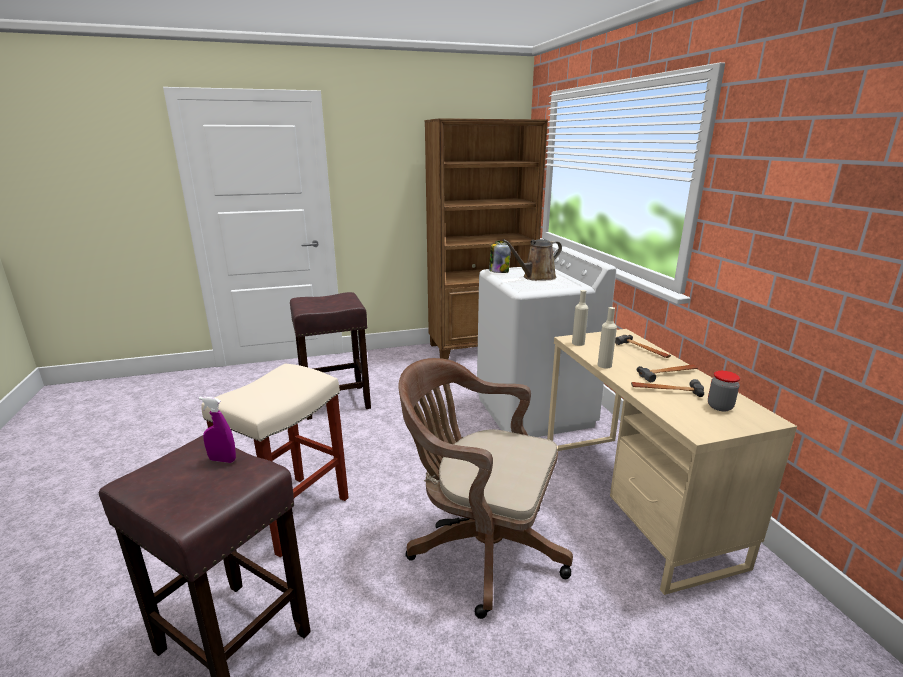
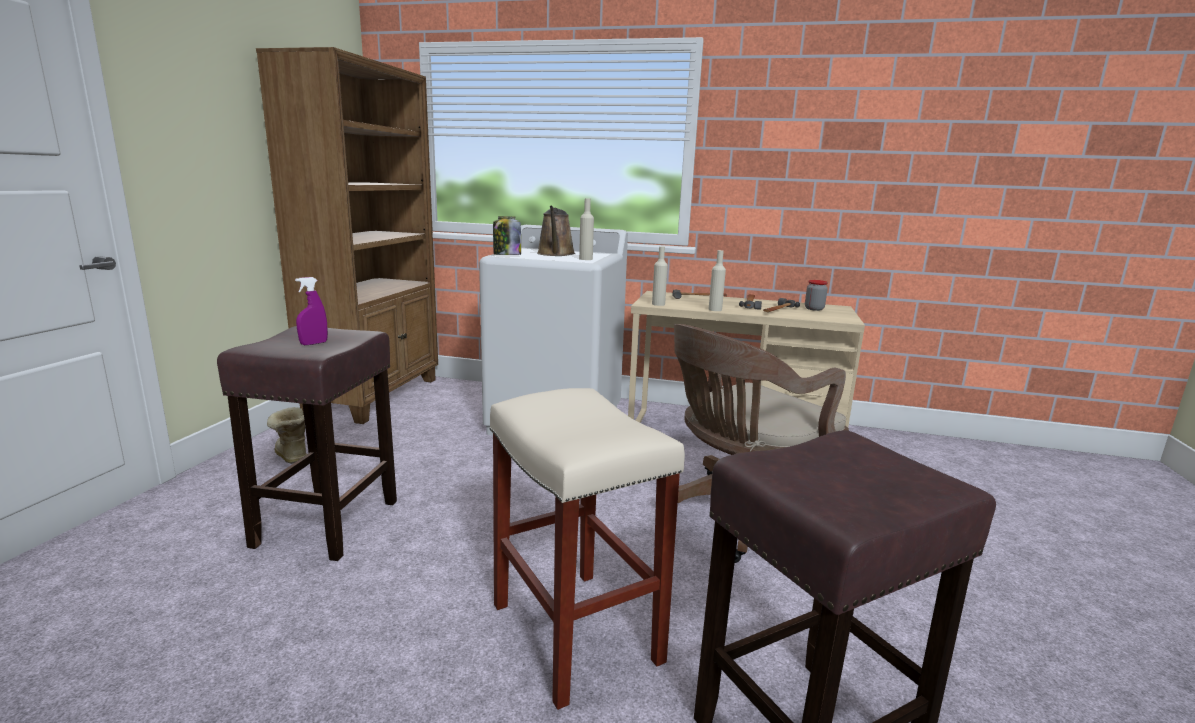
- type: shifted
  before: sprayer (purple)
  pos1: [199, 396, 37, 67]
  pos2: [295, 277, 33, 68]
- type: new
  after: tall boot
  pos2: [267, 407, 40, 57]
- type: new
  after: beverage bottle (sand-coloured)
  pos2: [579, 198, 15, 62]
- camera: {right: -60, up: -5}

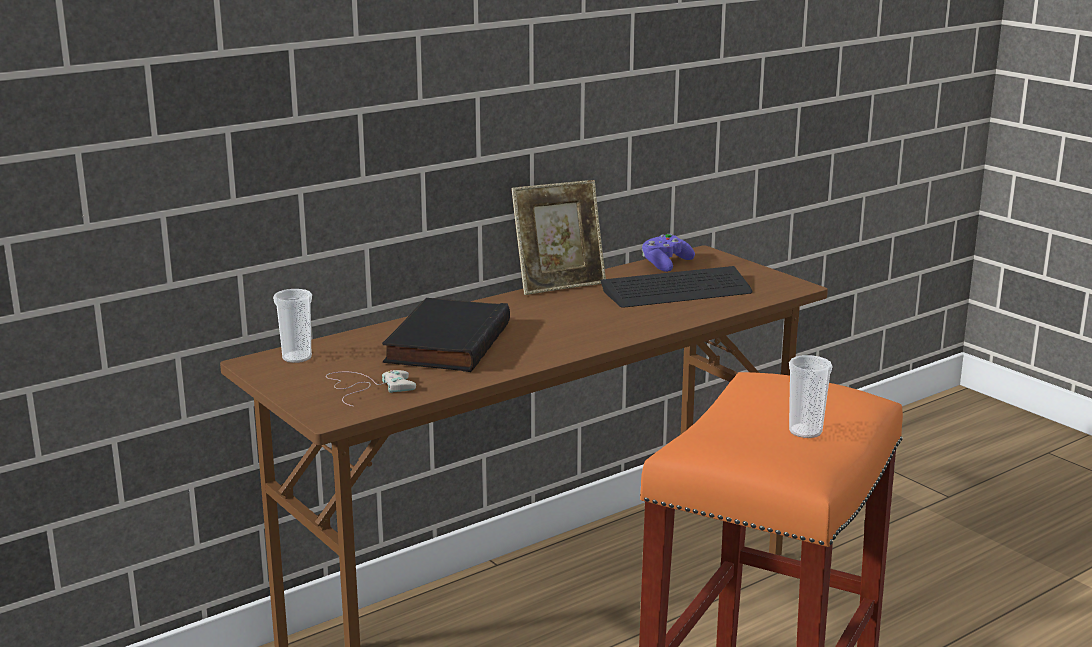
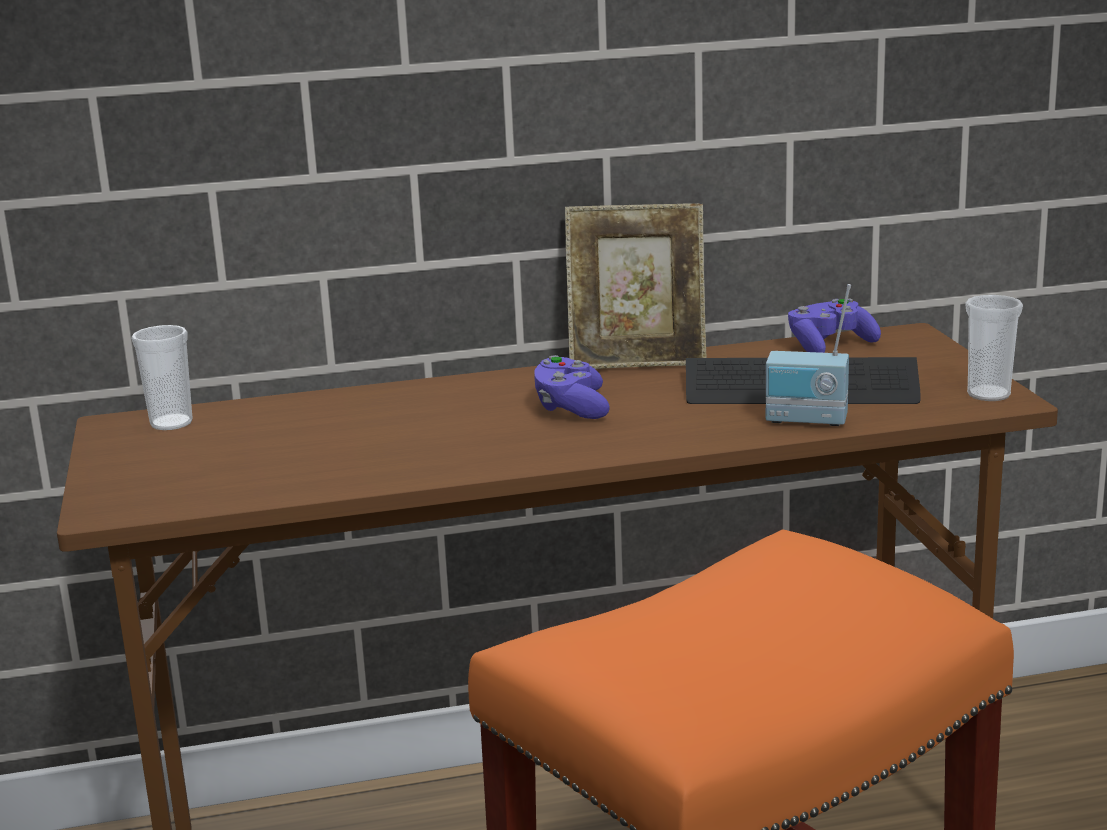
- type: gone
  before: gamepad (white)
  pos1: [326, 370, 90, 36]
- type: gone
  before: volume (black)
  pos1: [382, 298, 128, 74]
- type: shifted
  before: drinking cup
  pos1: [789, 355, 44, 83]
  pos2: [965, 295, 58, 106]
- type: new
  after: gamepad (purple)
  pos2: [534, 355, 76, 64]
- type: new
  after: radio receiver
  pos2: [766, 284, 85, 142]
- camera: {right: 25, up: 0}

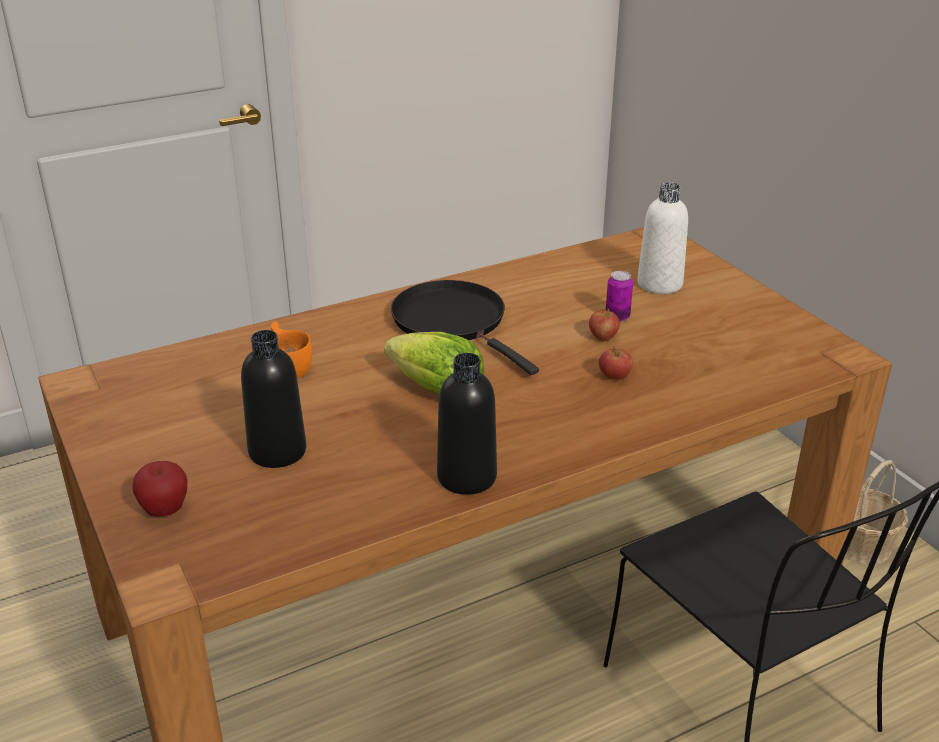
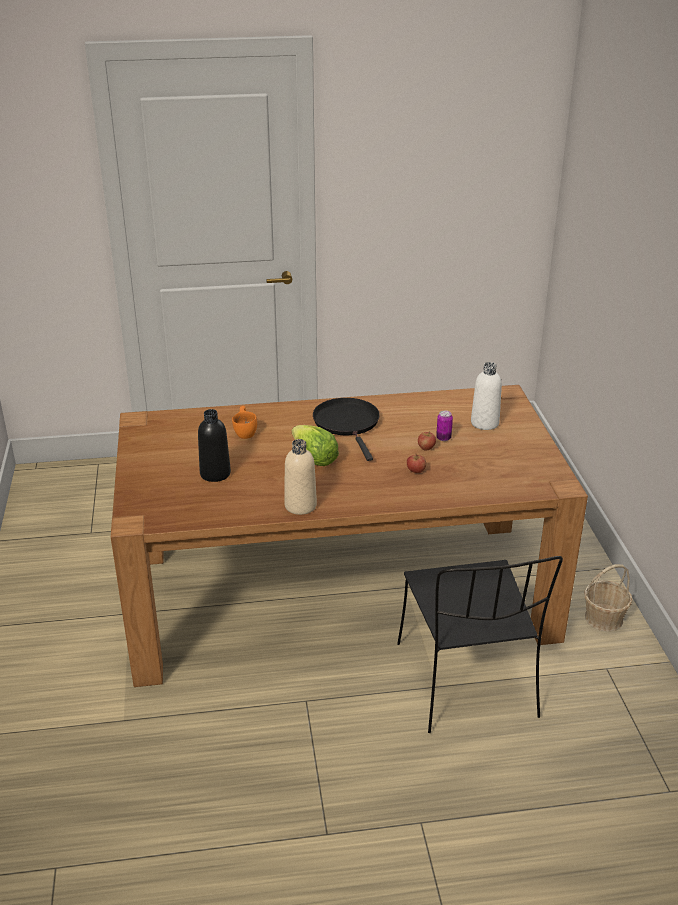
- type: gone
  before: apple fruit
  pos1: [133, 461, 54, 56]
- type: repainted
  before: beverage bottle (black)
  after: beverage bottle (sand-coloured)
  pos1: [437, 353, 60, 142]
  pos2: [284, 439, 33, 76]
- camera: {right: 20, up: 0}

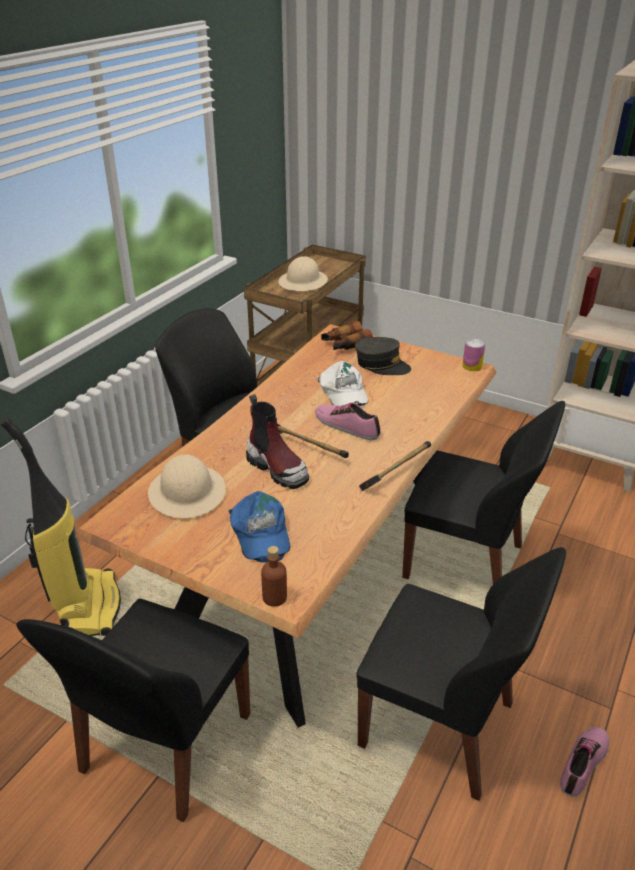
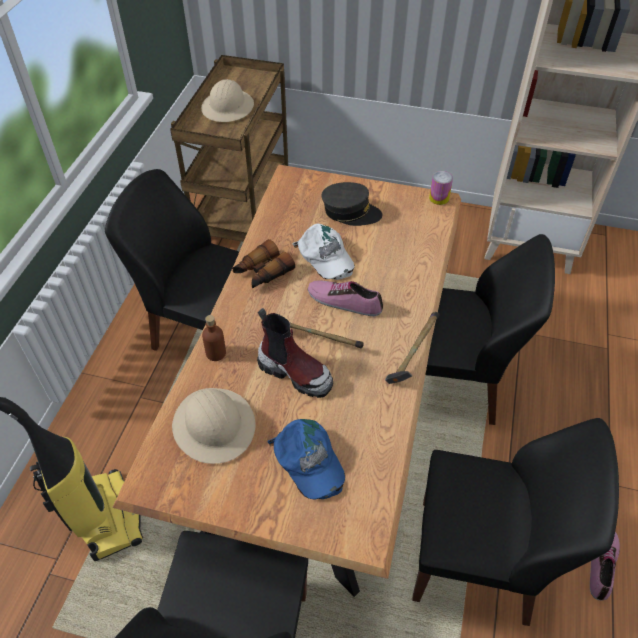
- type: shifted
  before: beverage bottle (brown-coloured)
  pos1: [261, 546, 26, 61]
  pos2: [202, 315, 24, 46]
- type: shifted
  before: pair of binoculars
  pos1: [321, 321, 52, 29]
  pos2: [232, 239, 63, 50]
- camera: {right: -15, up: 15}

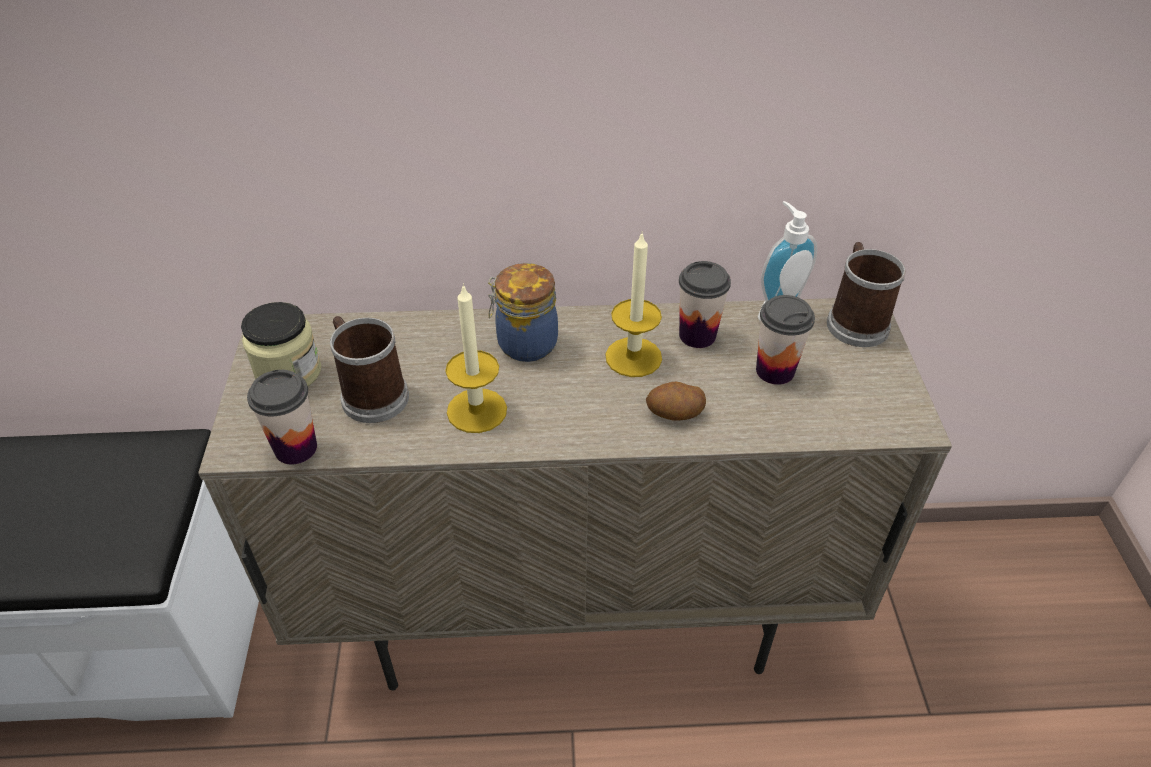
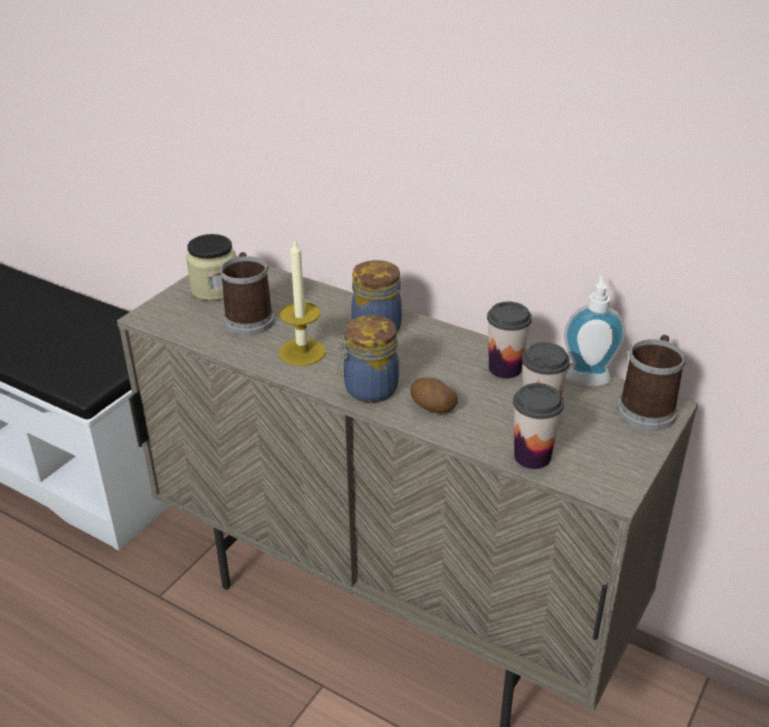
- type: shifted
  before: drinking cup
  pos1: [247, 370, 70, 94]
  pos2: [513, 383, 51, 86]
- type: gone
  before: wax candle
  pos1: [605, 231, 57, 146]
- type: new
  after: jar
  pos2: [338, 315, 61, 88]
- camera: {right: 35, up: -10}

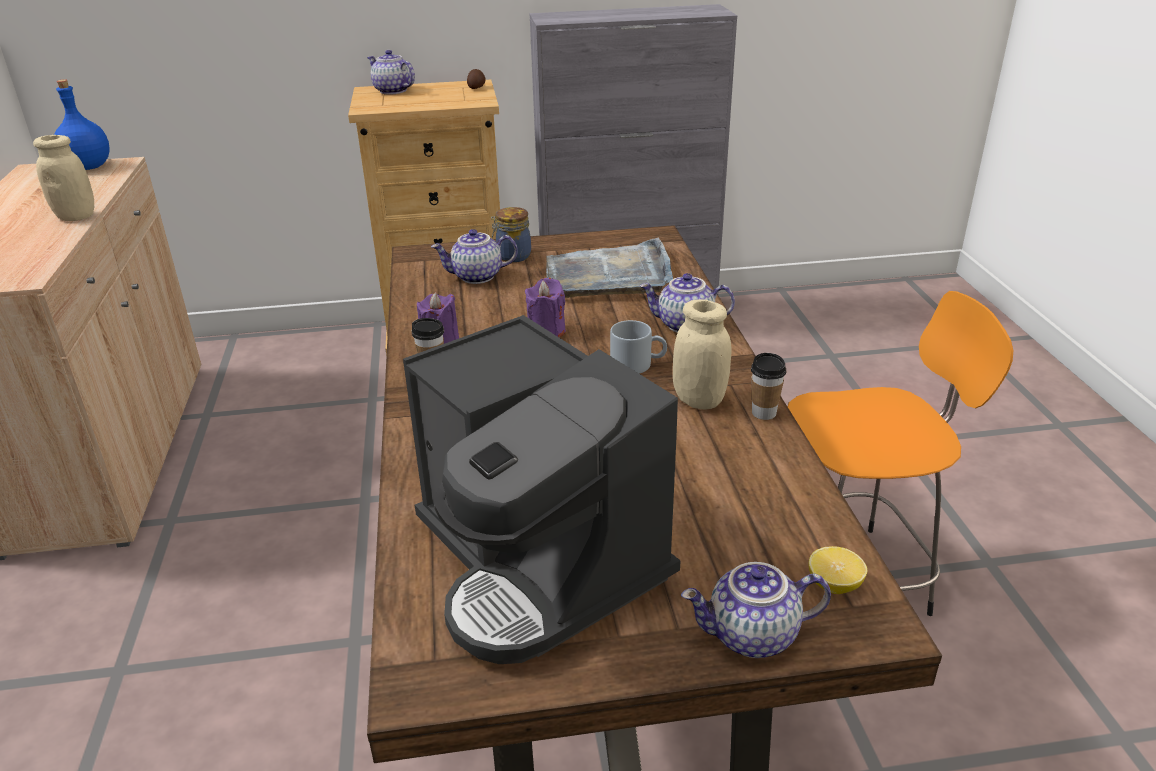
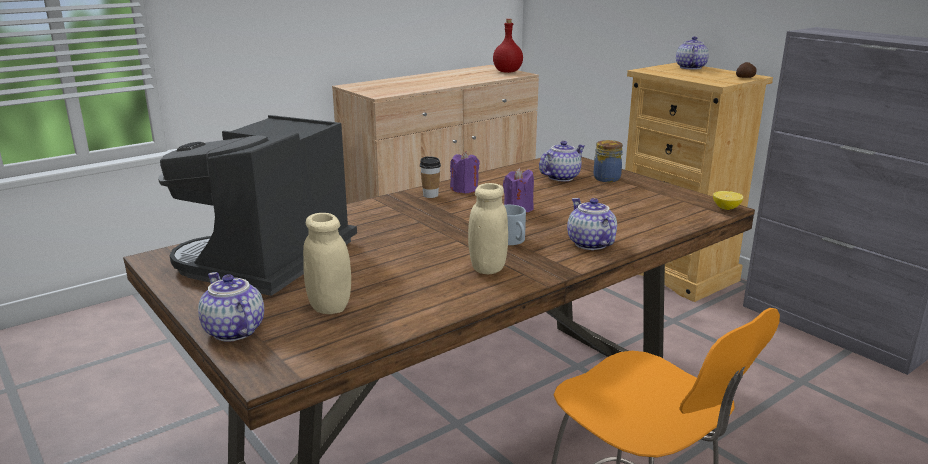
- type: shifted
  before: jar (sand-coloured)
  pos1: [33, 135, 61, 86]
  pos2: [303, 213, 48, 101]
- type: repainted
  before: beverage bottle (blue)
  after: beverage bottle (red)
  pos1: [54, 79, 56, 91]
  pos2: [493, 19, 30, 54]
- type: rotated
  before: tea pot
  pos1: [431, 229, 87, 55]
  pos2: [539, 141, 46, 40]
  turn: 90
- type: gone
  before: tray (gray)
  pos1: [546, 238, 127, 60]
- type: gone
  before: drinking cup
  pos1: [751, 353, 35, 67]
- type: shifted
  before: lemon
  pos1: [809, 546, 58, 48]
  pos2: [713, 191, 30, 19]
- camera: {right: 60, up: -10}

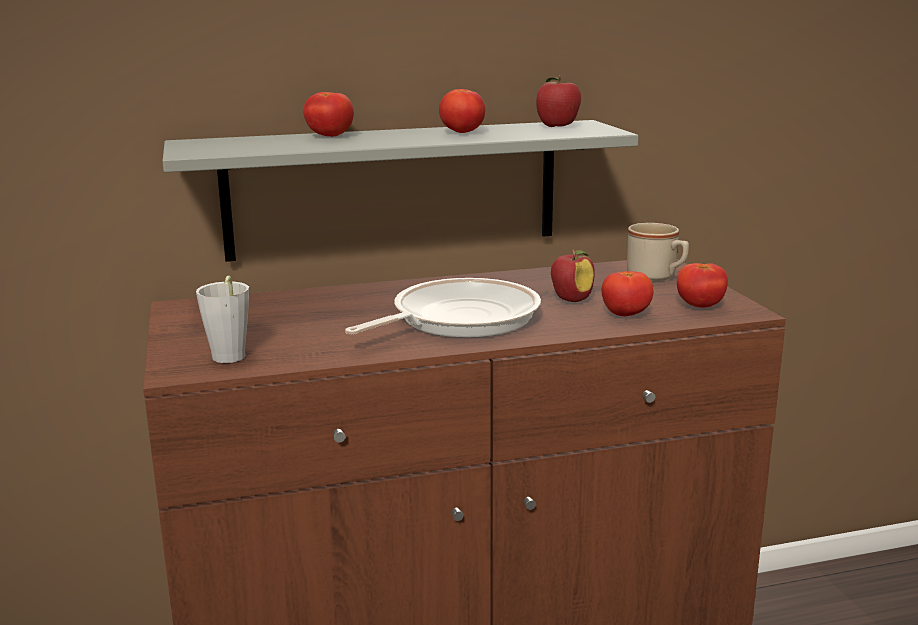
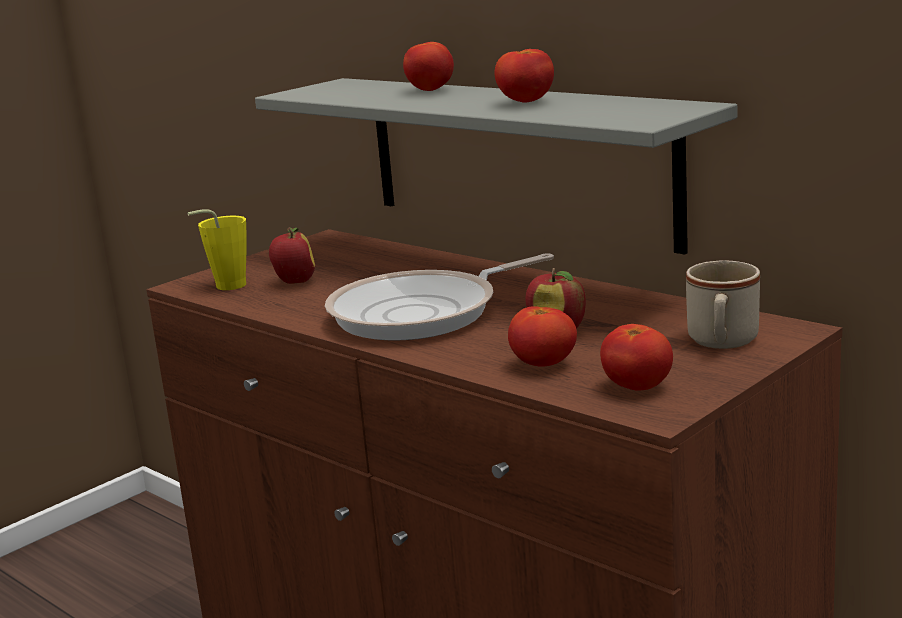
- type: repainted
  before: drinking cup (gray)
  after: drinking cup (yellow-coloured)
  pos1: [196, 275, 53, 88]
  pos2: [187, 209, 60, 81]
- type: rotated
  before: skillet
  pos1: [345, 278, 196, 60]
  pos2: [325, 253, 229, 88]
  turn: 135
- type: shifted
  before: apple fruit
  pos1: [536, 75, 45, 52]
  pos2: [269, 228, 46, 56]
- camera: {right: 60, up: 0}

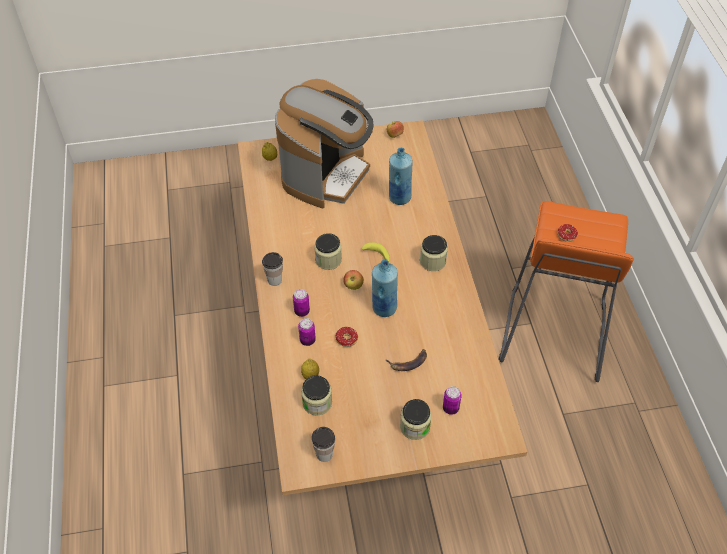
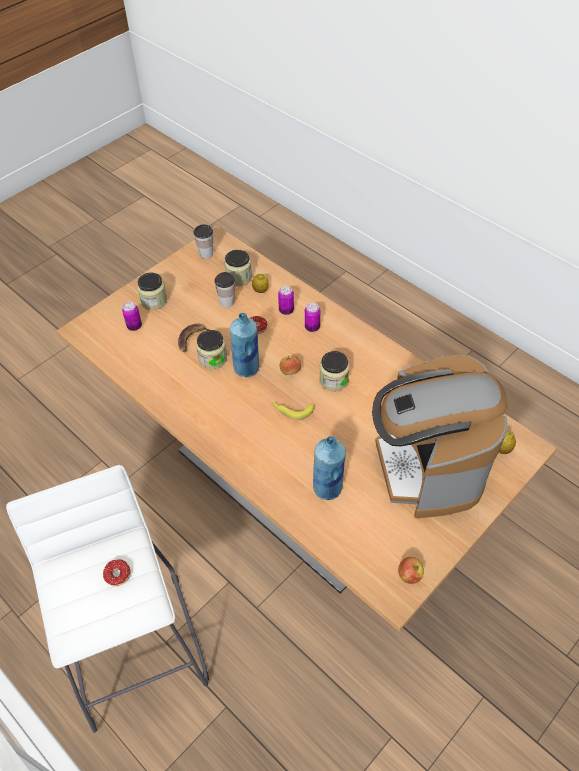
- type: shifted
  before: drinking cup
  pos1: [262, 252, 21, 34]
  pos2: [214, 272, 21, 36]
- type: shifted
  before: jar
  pos1: [420, 235, 28, 36]
  pos2: [196, 330, 31, 39]
- type: repainted
  before: stool (orange)
  after: stool (white)
  pos1: [499, 201, 135, 181]
  pos2: [6, 465, 203, 268]
- camera: {right: 145, up: 0}

